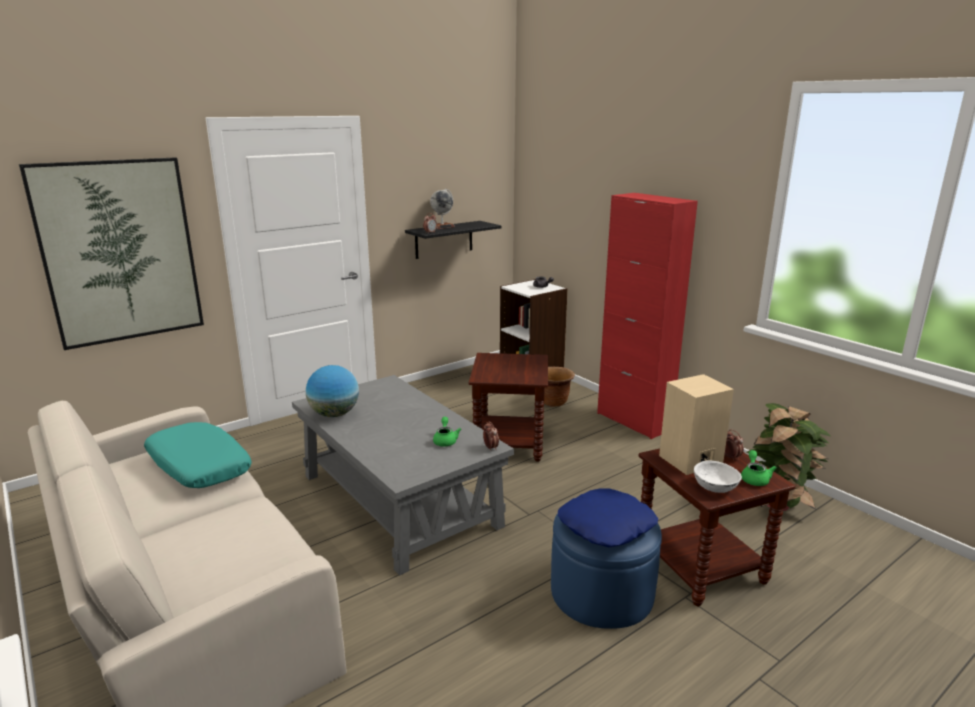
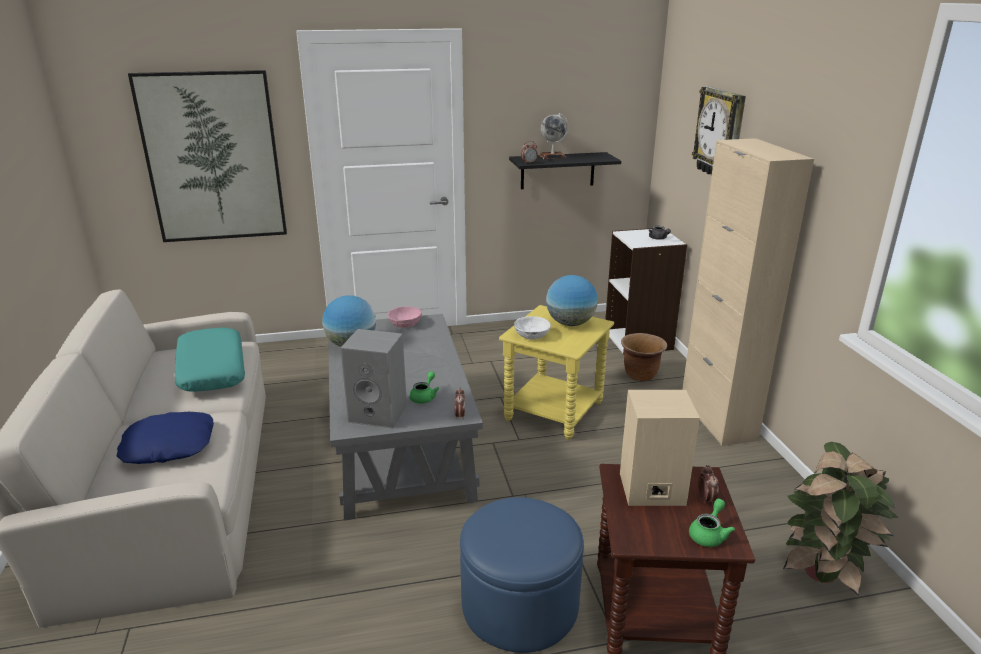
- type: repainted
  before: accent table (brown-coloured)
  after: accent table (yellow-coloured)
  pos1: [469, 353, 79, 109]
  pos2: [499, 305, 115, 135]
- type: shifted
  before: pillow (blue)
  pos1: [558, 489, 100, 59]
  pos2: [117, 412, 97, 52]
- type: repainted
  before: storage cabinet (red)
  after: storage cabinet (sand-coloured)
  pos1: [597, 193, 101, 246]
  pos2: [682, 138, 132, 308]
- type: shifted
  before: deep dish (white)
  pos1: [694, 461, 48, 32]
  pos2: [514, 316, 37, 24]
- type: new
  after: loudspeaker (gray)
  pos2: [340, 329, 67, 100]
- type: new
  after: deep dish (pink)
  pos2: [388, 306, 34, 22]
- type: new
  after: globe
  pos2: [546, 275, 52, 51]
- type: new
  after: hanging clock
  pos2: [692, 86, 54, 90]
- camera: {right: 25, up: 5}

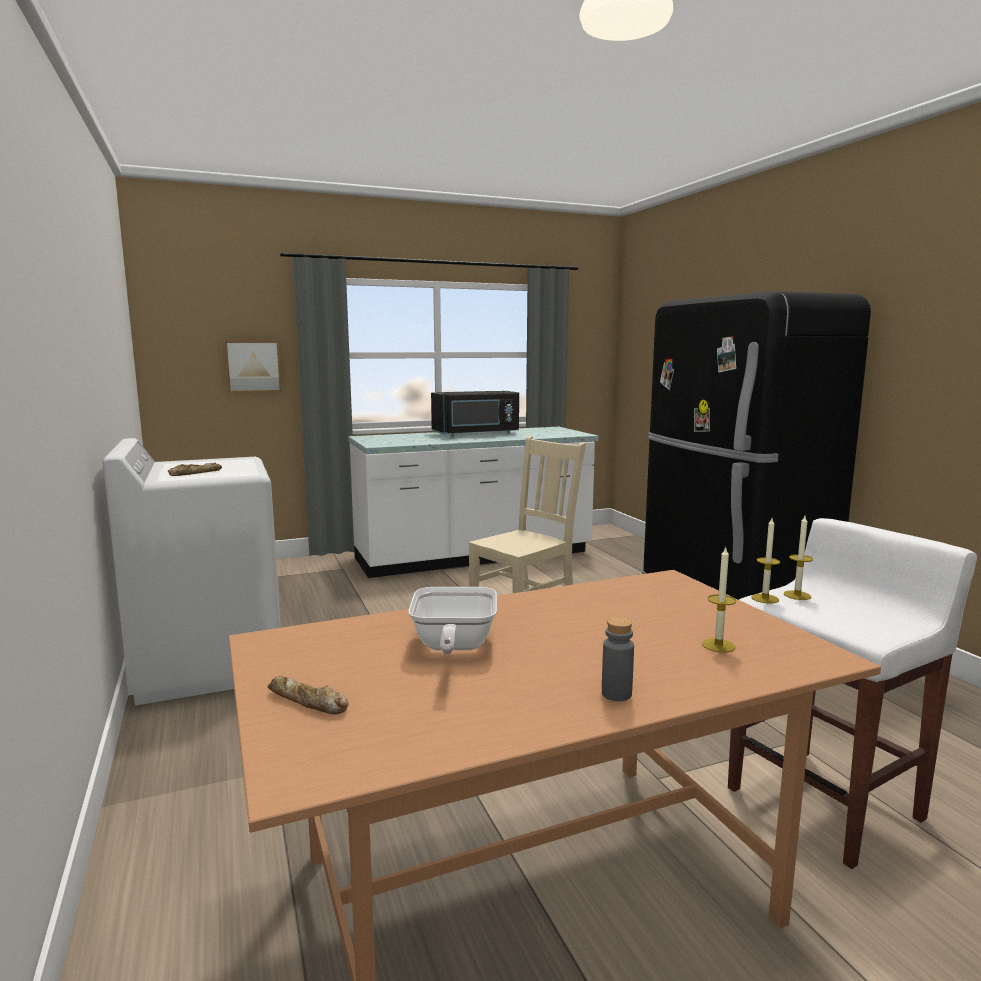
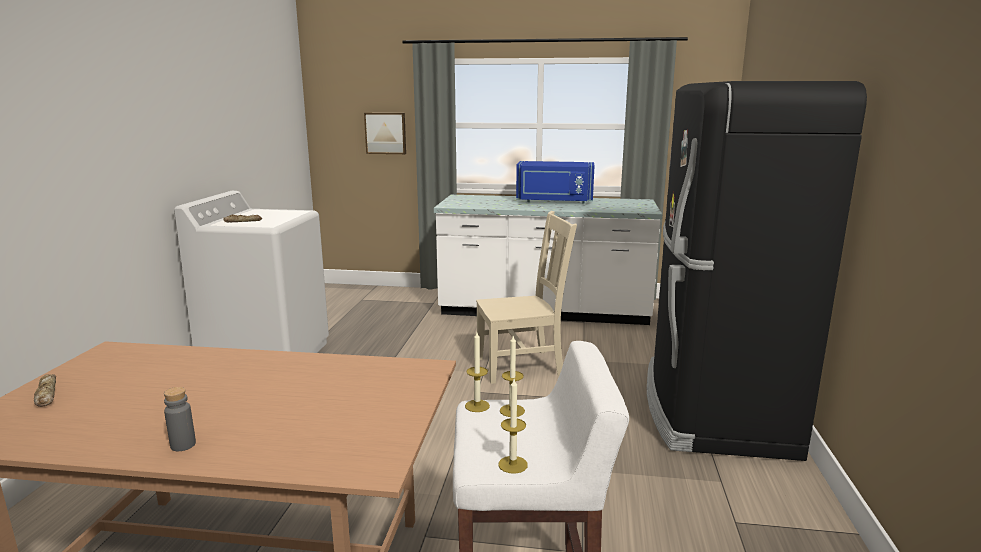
- type: gone
  before: skillet
  pos1: [408, 587, 89, 67]
- type: repainted
  before: microwave oven (black)
  after: microwave oven (blue)
  pos1: [431, 391, 88, 45]
  pos2: [516, 161, 78, 43]
- type: shifted
  before: wax candle
  pos1: [702, 546, 34, 107]
  pos2: [498, 379, 30, 95]
- camera: {right: 30, up: 5}

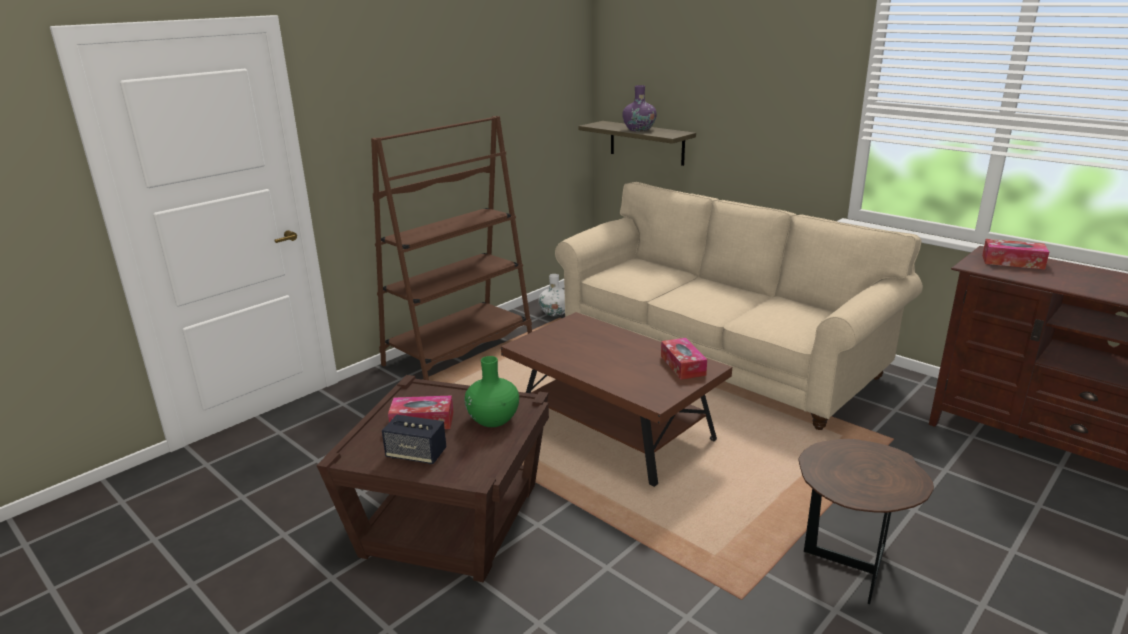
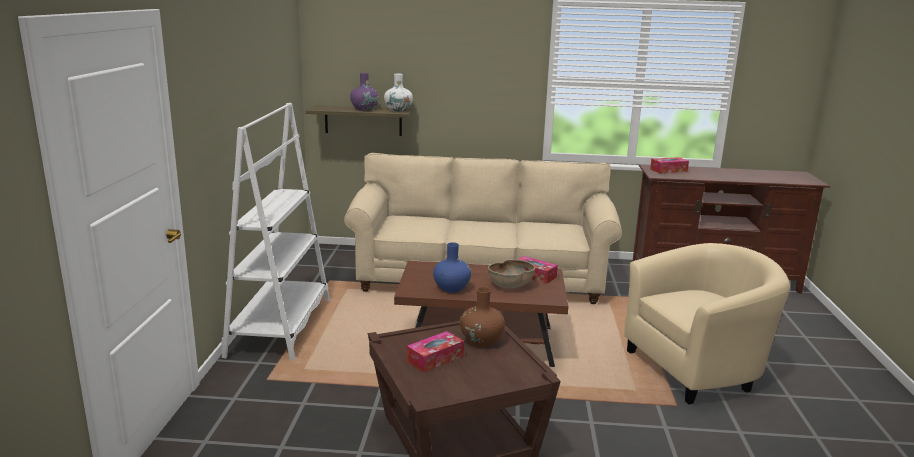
- type: repainted
  before: shelving unit (brown-coloured)
  after: shelving unit (white)
  pos1: [371, 116, 161, 264]
  pos2: [221, 103, 109, 257]
- type: gone
  before: loudspeaker
  pos1: [382, 415, 64, 49]
- type: repainted
  before: vase (greenish)
  after: vase (brown-coloured)
  pos1: [464, 356, 55, 71]
  pos2: [460, 287, 45, 60]
- type: shifted
  before: vase (white)
  pos1: [539, 274, 26, 43]
  pos2: [384, 73, 29, 39]
- type: swapped
  before: accent table (brown-coloured)
  after: armchair (sand-coloured)
  pos1: [798, 439, 136, 165]
  pos2: [624, 243, 166, 161]
- type: new
  after: vase (blue)
  pos2: [433, 242, 38, 51]
- type: new
  after: deep dish (brown-coloured)
  pos2: [488, 260, 47, 29]
- camera: {right: -40, up: -5}

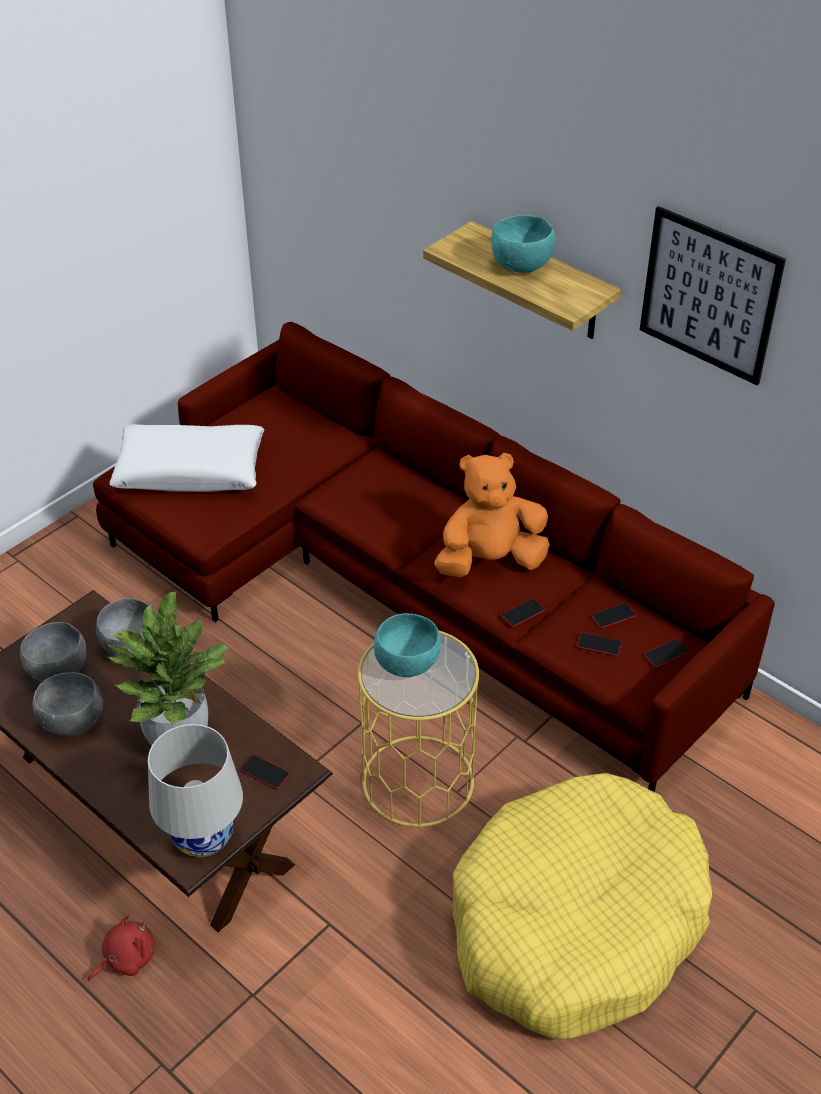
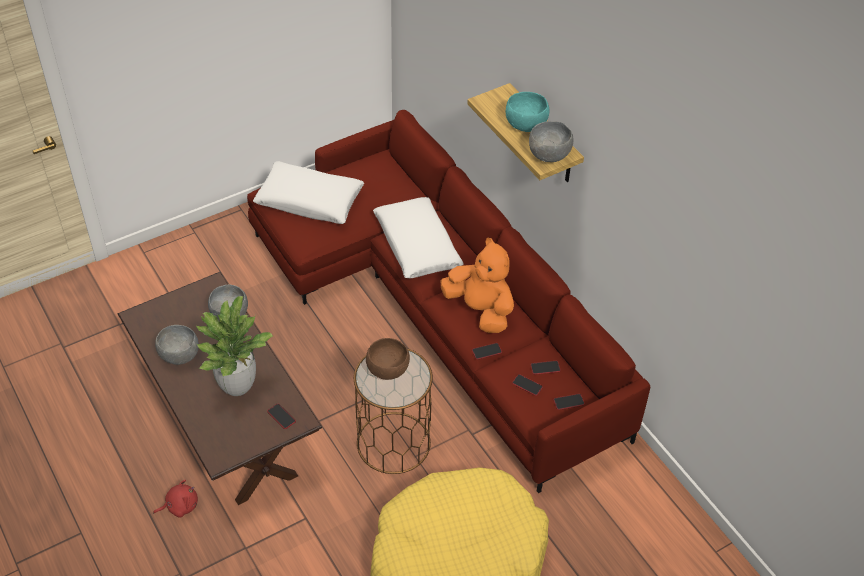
- type: shifted
  before: deep dish (gray)
  pos1: [20, 622, 67, 61]
  pos2: [529, 121, 44, 41]
- type: gone
  before: lamp for a table (white)
  pos1: [148, 724, 95, 133]
- type: repainted
  before: accent table (yellow-coloured)
  after: accent table (brown-coloured)
  pos1: [358, 631, 121, 196]
  pos2: [354, 348, 79, 126]
- type: repainted
  before: deep dish (turquoise-coloured)
  after: deep dish (brown-coloured)
  pos1: [374, 613, 67, 64]
  pos2: [366, 338, 44, 42]
- type: rotated
  before: plush toy (orange)
  pos1: [434, 453, 116, 124]
  pos2: [441, 237, 73, 96]
  turn: 45
- type: gone
  before: picture
  pos1: [640, 206, 146, 179]
- type: new
  after: pillow (white)
  pos2: [373, 197, 91, 81]
- camera: {right: 15, up: 5}

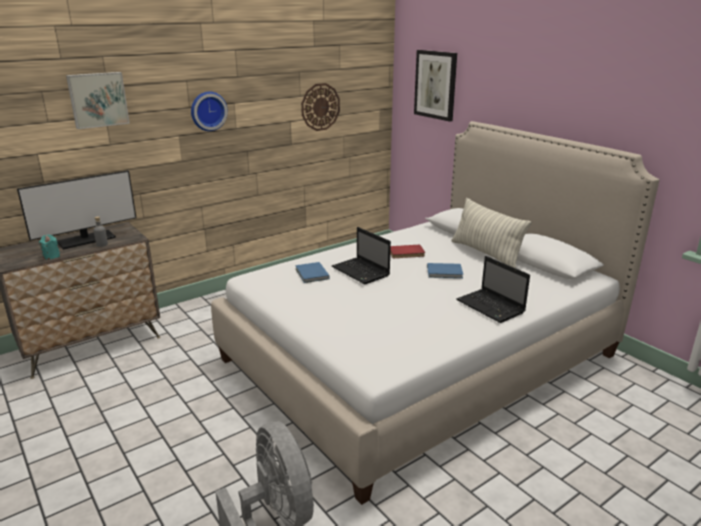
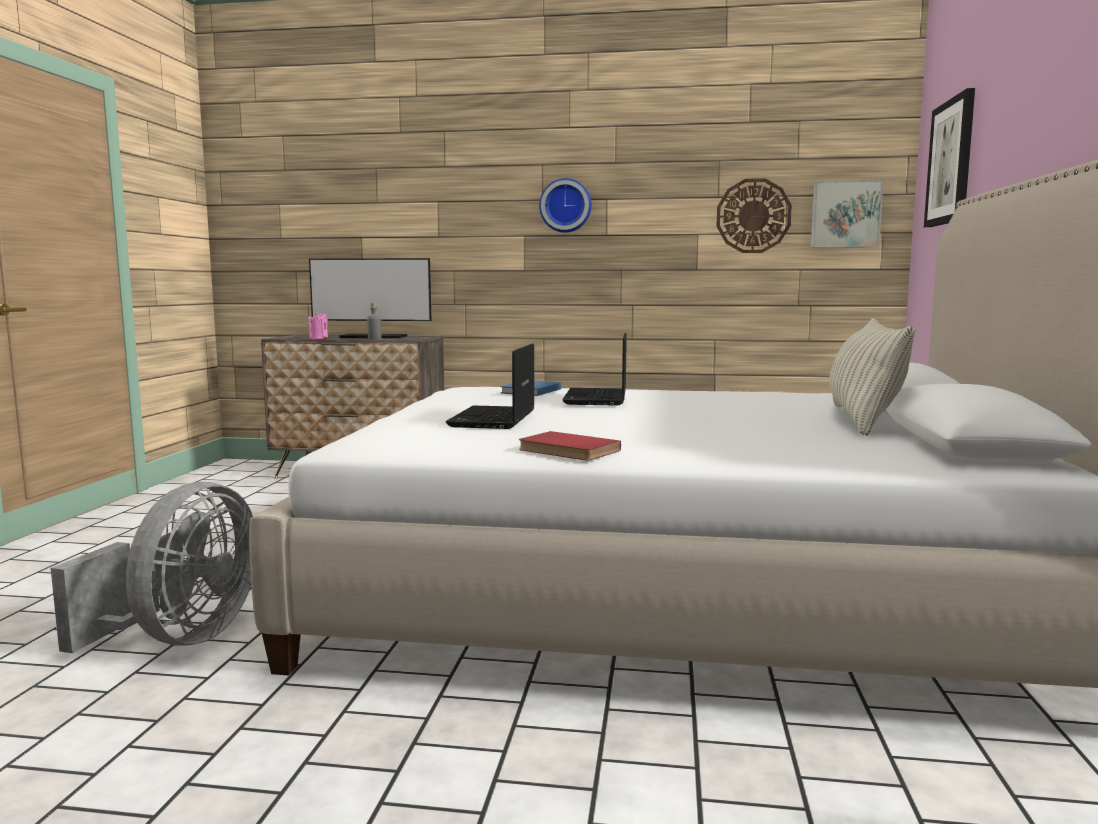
- type: repainted
  before: wax candle (turquoise-coloured)
  after: wax candle (pink)
  pos1: [39, 235, 21, 25]
  pos2: [308, 312, 20, 27]
- type: shifted
  before: picture
  pos1: [66, 72, 64, 57]
  pos2: [811, 180, 73, 67]
- type: shifted
  before: volume (red)
  pos1: [390, 245, 35, 13]
  pos2: [519, 431, 102, 30]
- type: gone
  before: volume (blue)
  pos1: [427, 263, 36, 15]
- type: shifted
  before: notebook computer
  pos1: [456, 256, 74, 67]
  pos2: [446, 343, 88, 86]
- camera: {right: 45, up: -15}

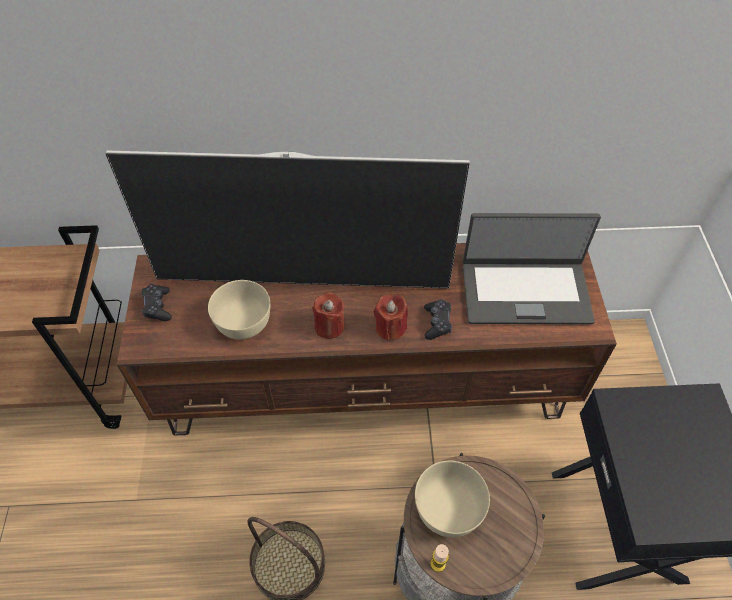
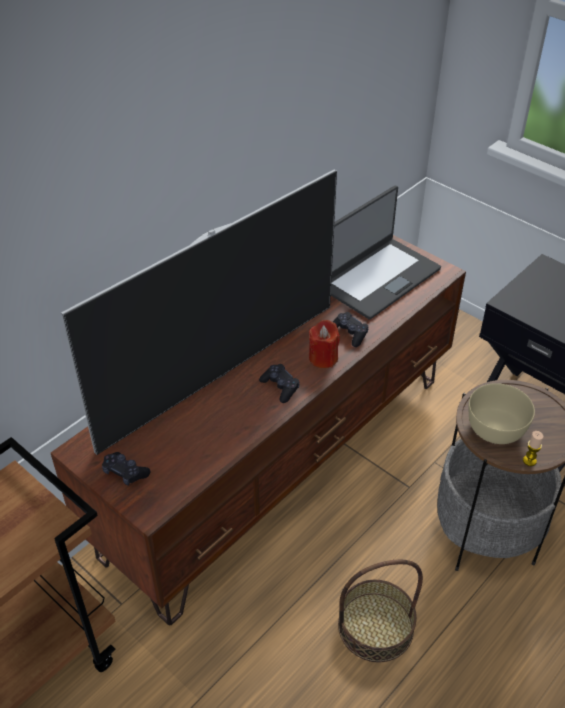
- type: gone
  before: deep dish (sand-coloured)
  pos1: [208, 280, 62, 59]
- type: swapped
  before: wax candle (red)
  after: gamepad (black)
  pos1: [312, 292, 33, 47]
  pos2: [259, 364, 41, 39]
- camera: {right: -45, up: -10}

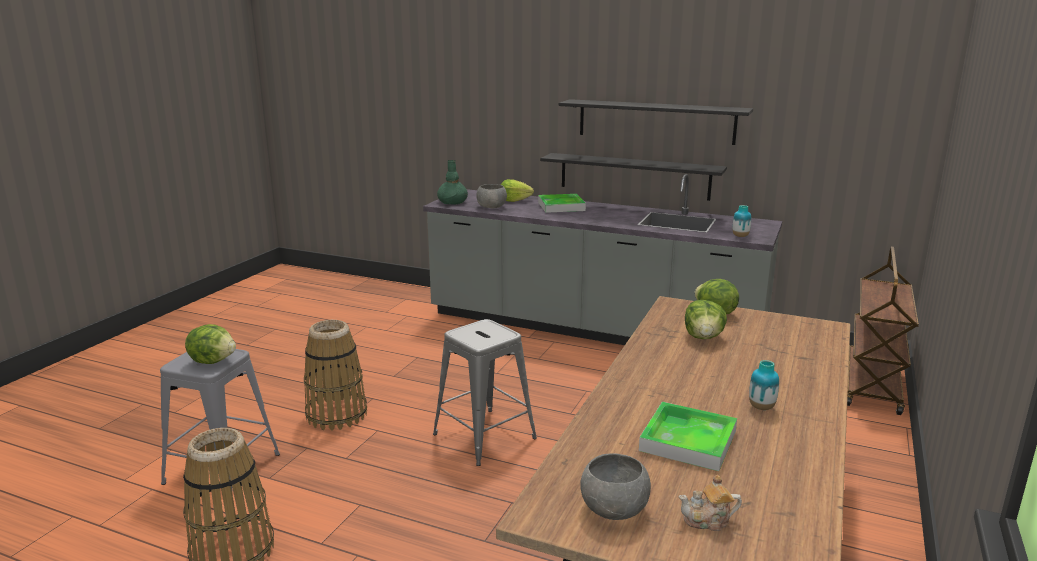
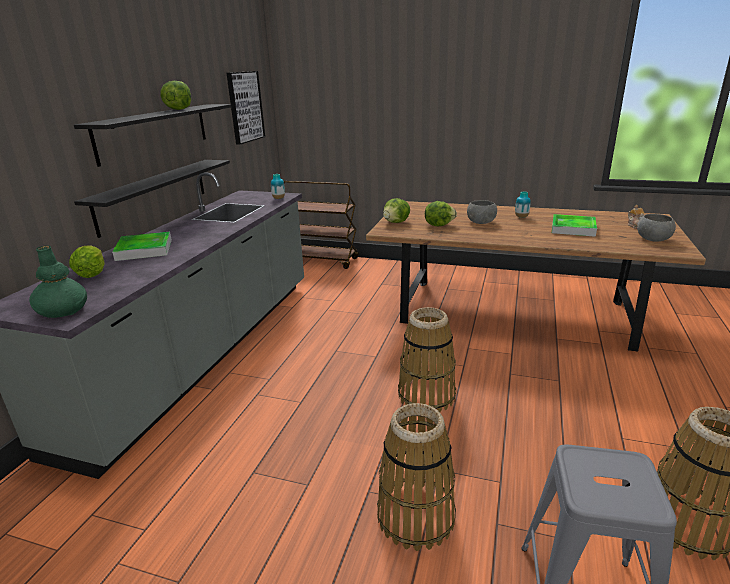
- type: shifted
  before: lettuce head
  pos1: [185, 324, 51, 40]
  pos2: [161, 81, 30, 29]
- type: swapped
  before: stool (gray)
  after: household basket
  pos1: [433, 319, 104, 147]
  pos2: [398, 307, 58, 105]
- type: shifted
  before: deep dish (gray)
  pos1: [477, 184, 30, 25]
  pos2: [467, 200, 30, 24]
- type: new
  after: picture
  pos2: [227, 71, 38, 74]
- camera: {right: -95, up: 5}

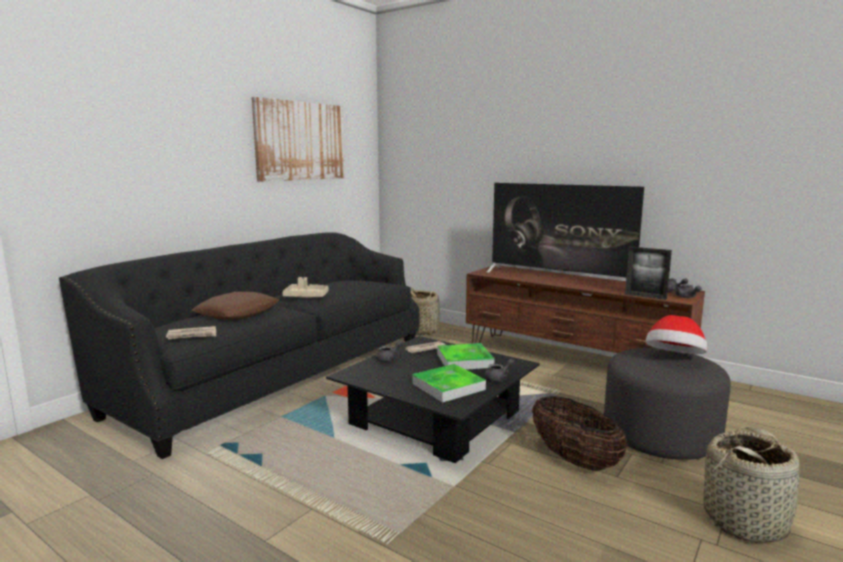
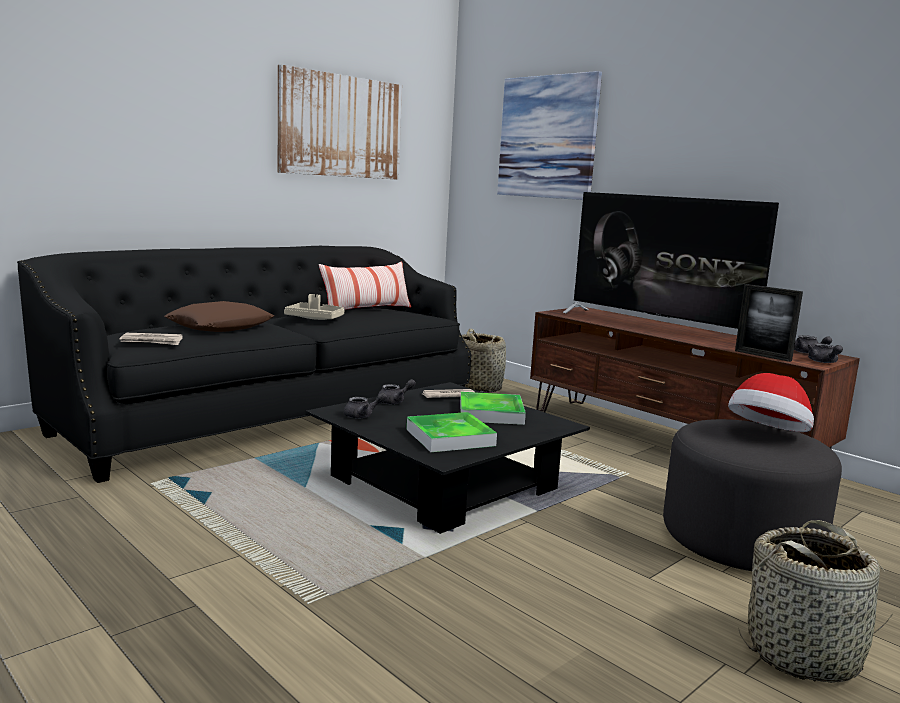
- type: shifted
  before: tea pot (gray)
  pos1: [484, 359, 31, 23]
  pos2: [344, 393, 43, 26]
- type: gone
  before: household basket
  pos1: [532, 396, 96, 75]
- type: new
  after: pillow
  pos2: [319, 262, 92, 48]
- type: new
  after: picture
  pos2: [497, 71, 105, 129]
- camera: {right: 10, up: 0}

